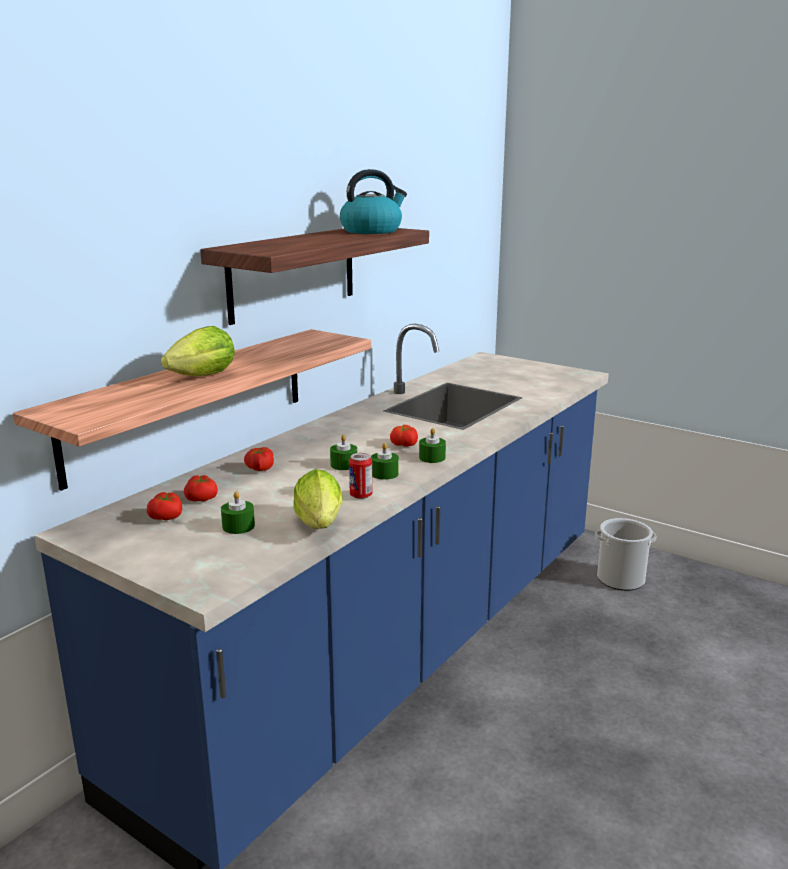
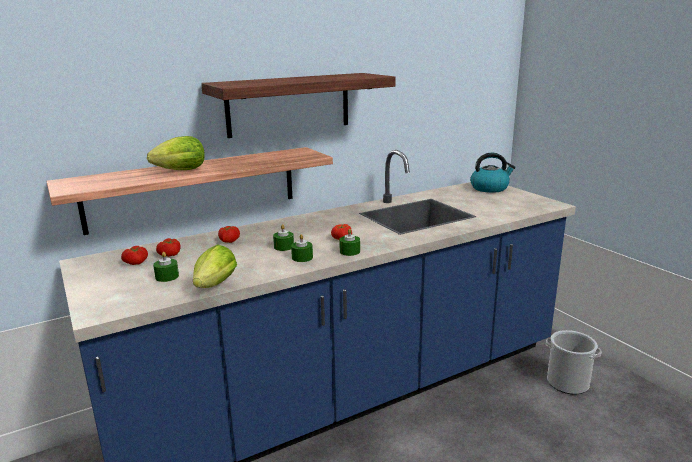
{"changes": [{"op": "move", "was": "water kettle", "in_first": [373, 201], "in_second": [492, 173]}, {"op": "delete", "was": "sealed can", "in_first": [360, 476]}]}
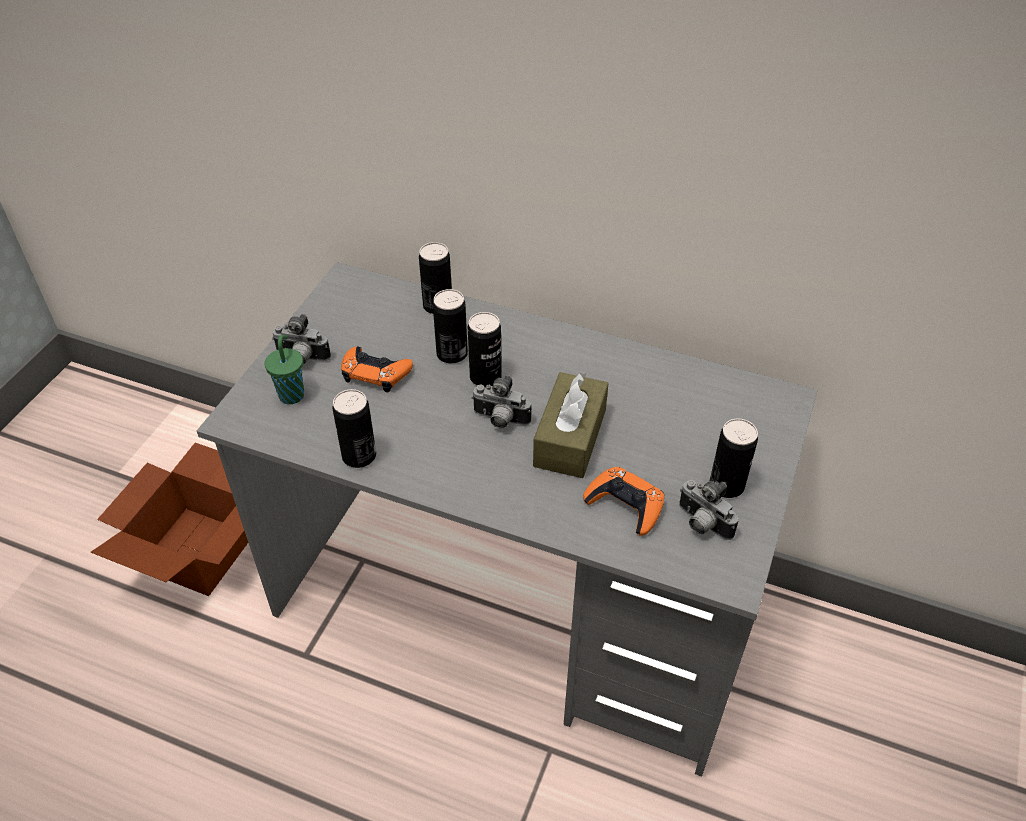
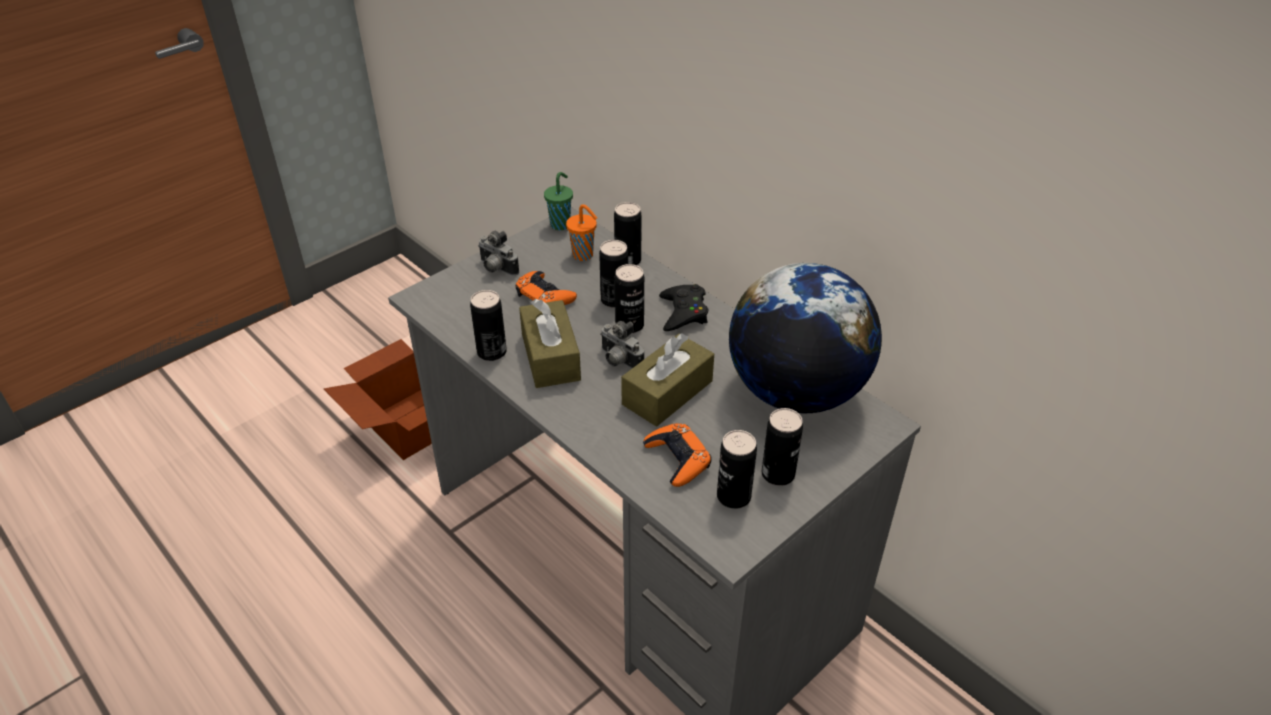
{"changes": [{"op": "move", "was": "cup (green)", "in_first": [284, 369], "in_second": [558, 201]}, {"op": "replace", "was": "photo camera", "now": "sealed can", "in_first": [709, 510], "in_second": [737, 469]}, {"op": "insert", "now": "cup (orange-coloured)", "in_second": [581, 232]}, {"op": "insert", "now": "world globe", "in_second": [805, 338]}, {"op": "insert", "now": "game controller (blackish)", "in_second": [683, 307]}, {"op": "insert", "now": "box of tissues (brown)", "in_second": [550, 343]}]}
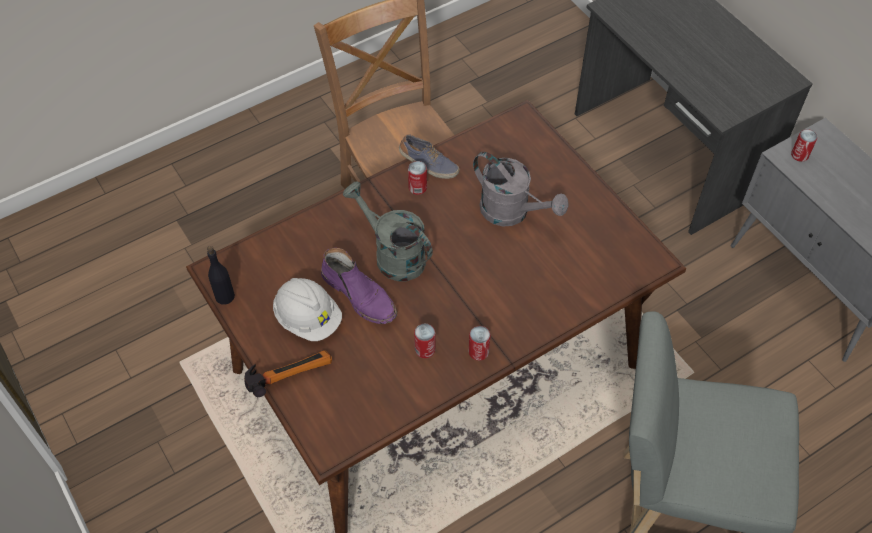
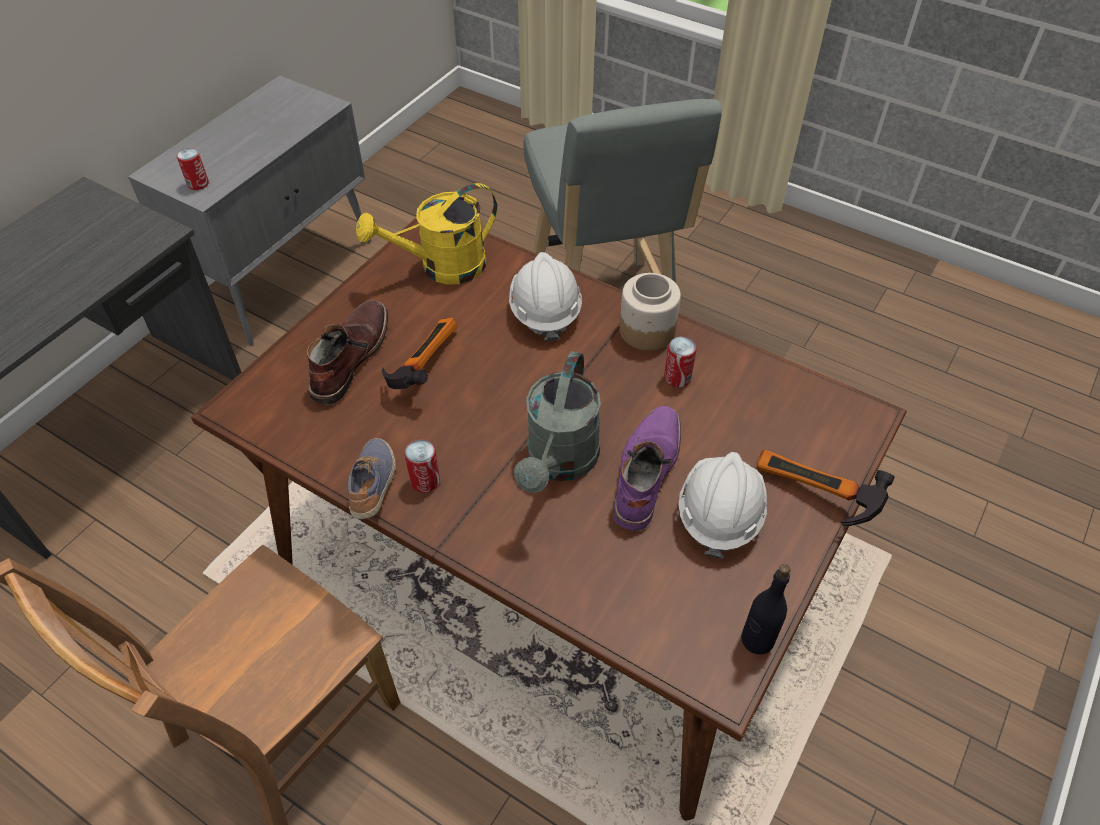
{"changes": [{"op": "replace", "was": "watering can (grey)", "now": "tool hammer", "in_first": [521, 189], "in_second": [419, 353]}, {"op": "replace", "was": "sealed can", "now": "storage jar", "in_first": [480, 343], "in_second": [650, 312]}, {"op": "insert", "now": "watering can (yellow)", "in_second": [426, 234]}, {"op": "insert", "now": "hard hat (white-coloured)", "in_second": [545, 297]}, {"op": "insert", "now": "tall boot (brown)", "in_second": [347, 352]}]}
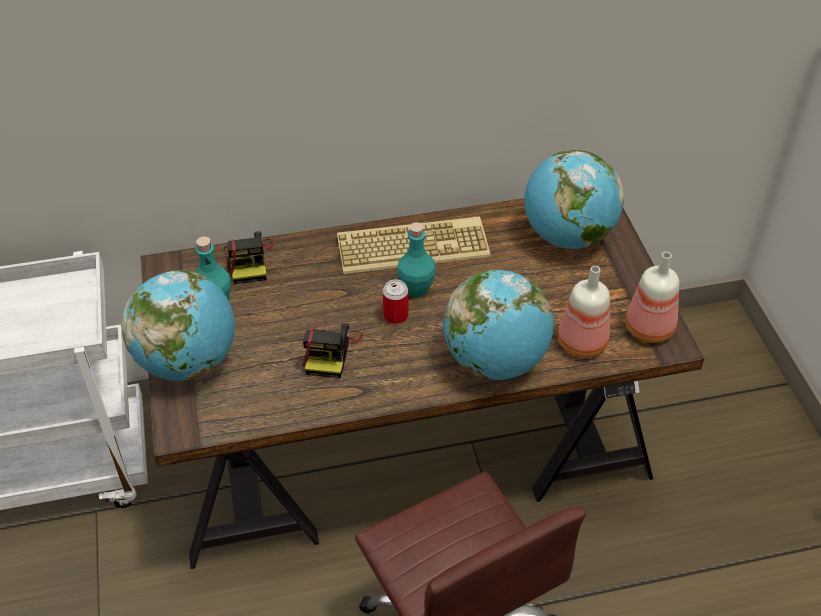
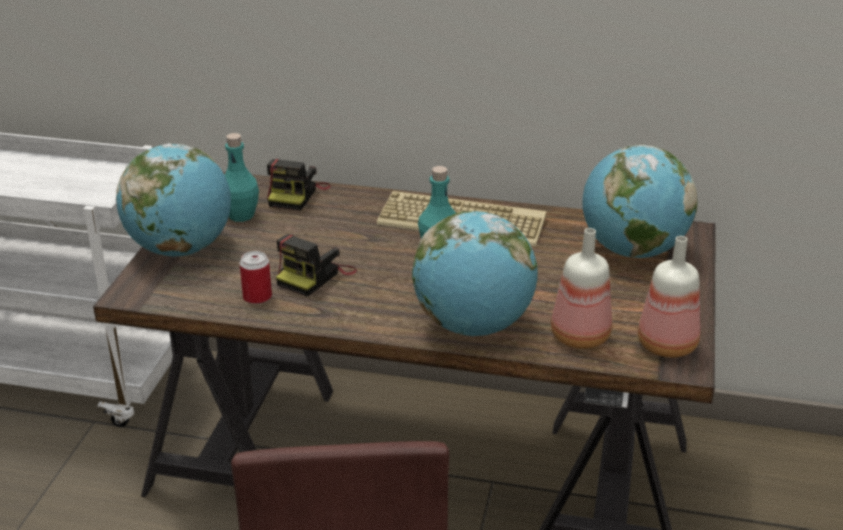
{"changes": [{"op": "move", "was": "sealed can", "in_first": [395, 302], "in_second": [256, 277]}]}
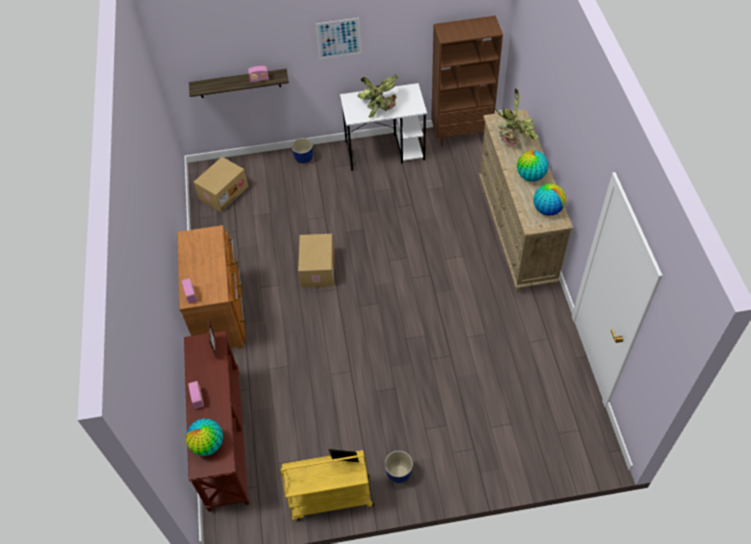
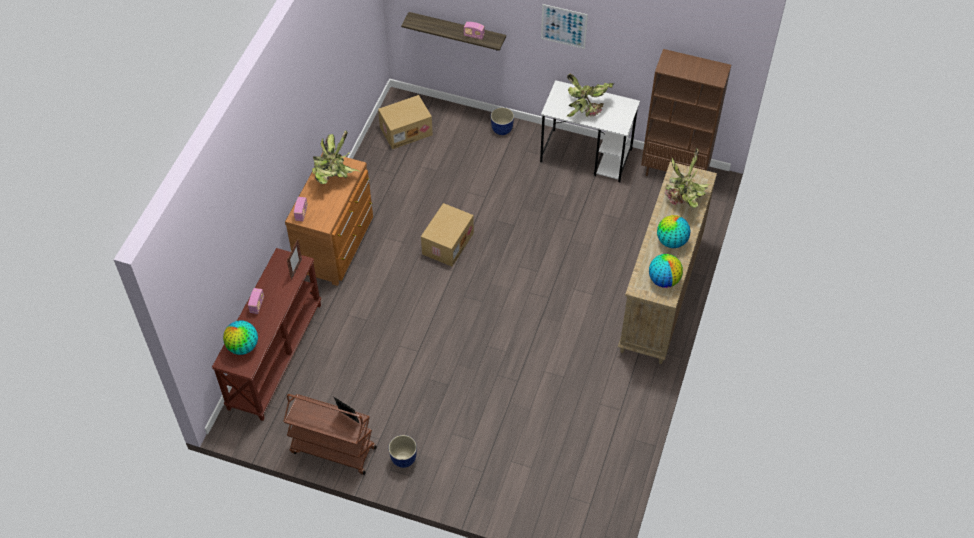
{"changes": [{"op": "recolor", "was": "trolley (yellow)", "now": "trolley (brown)", "in_first": [327, 485], "in_second": [330, 434]}, {"op": "insert", "now": "houseplant", "in_second": [336, 157]}]}
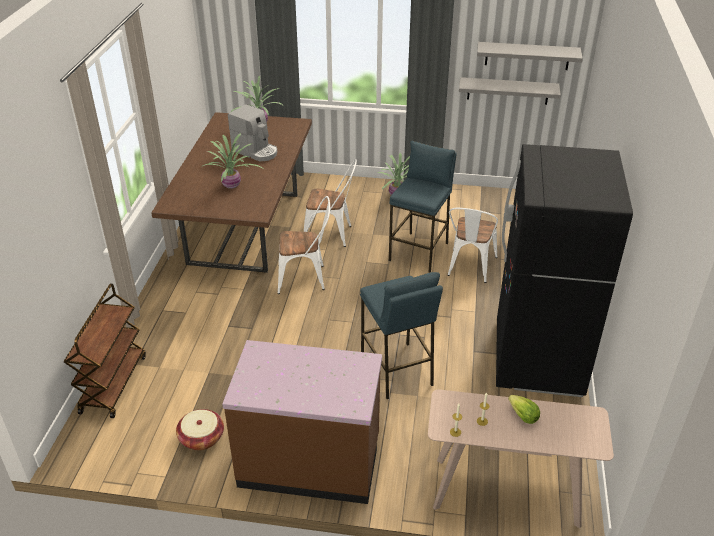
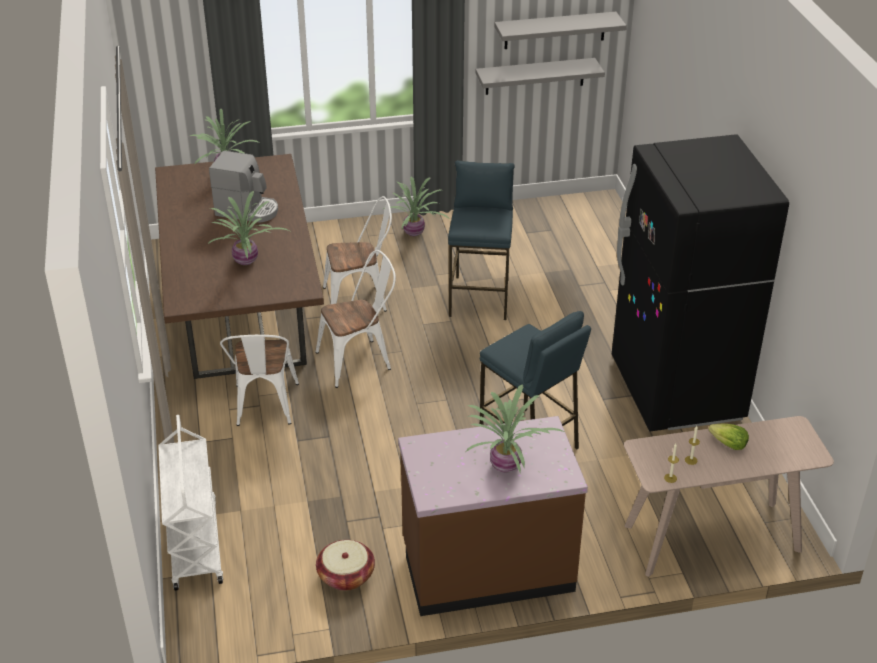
{"changes": [{"op": "move", "was": "chair (white-coloured)", "in_first": [473, 245], "in_second": [259, 380]}, {"op": "recolor", "was": "trolley (brown)", "now": "trolley (white-coloured)", "in_first": [105, 351], "in_second": [190, 503]}, {"op": "insert", "now": "houseplant", "in_second": [515, 429]}]}
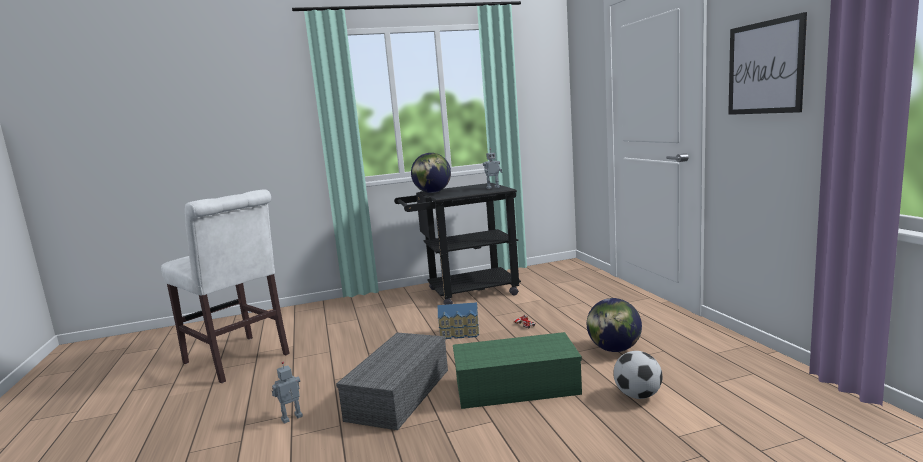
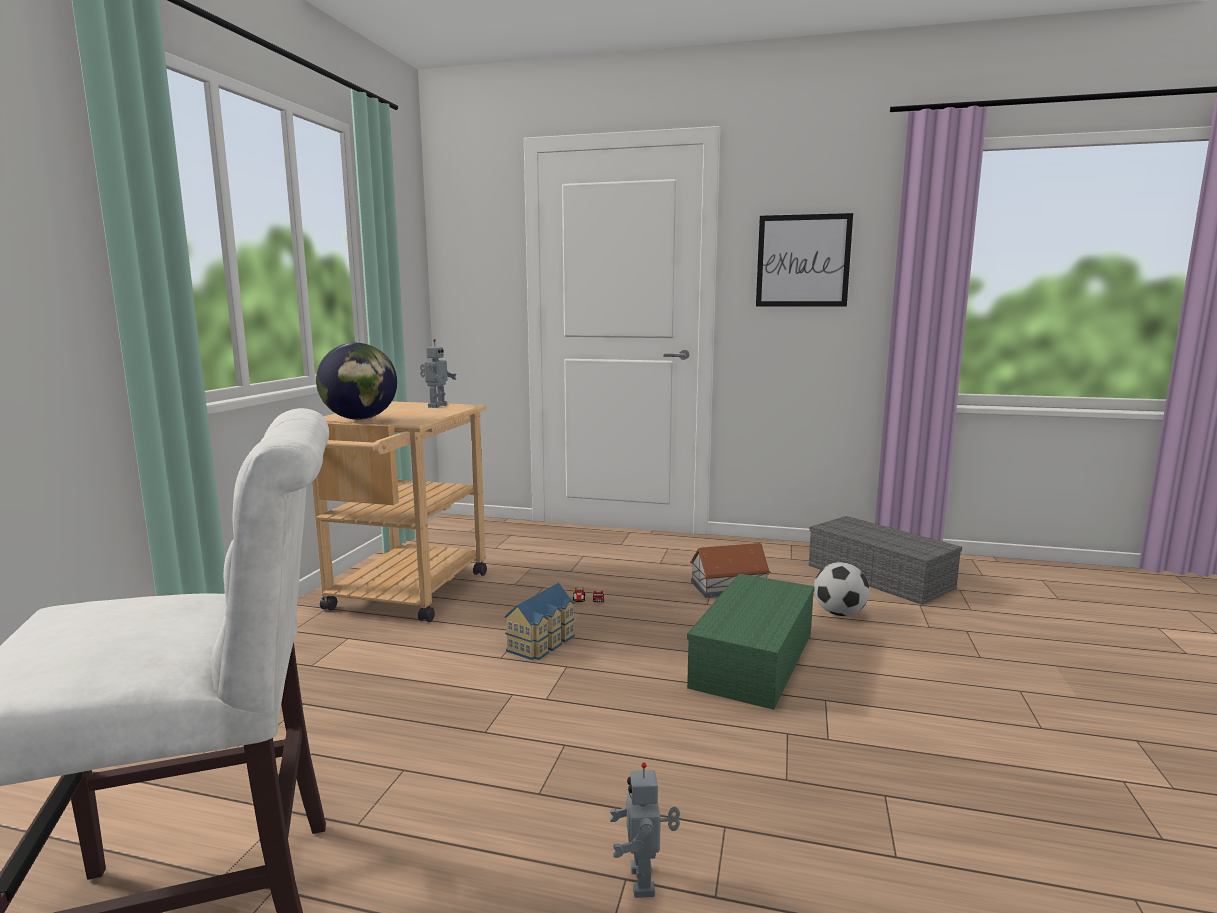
{"changes": [{"op": "recolor", "was": "trolley (blackish)", "now": "trolley (sand-coloured)", "in_first": [457, 244], "in_second": [399, 511]}, {"op": "replace", "was": "world globe", "now": "model house", "in_first": [614, 325], "in_second": [730, 570]}, {"op": "move", "was": "storage container (grey)", "in_first": [392, 381], "in_second": [885, 560]}]}
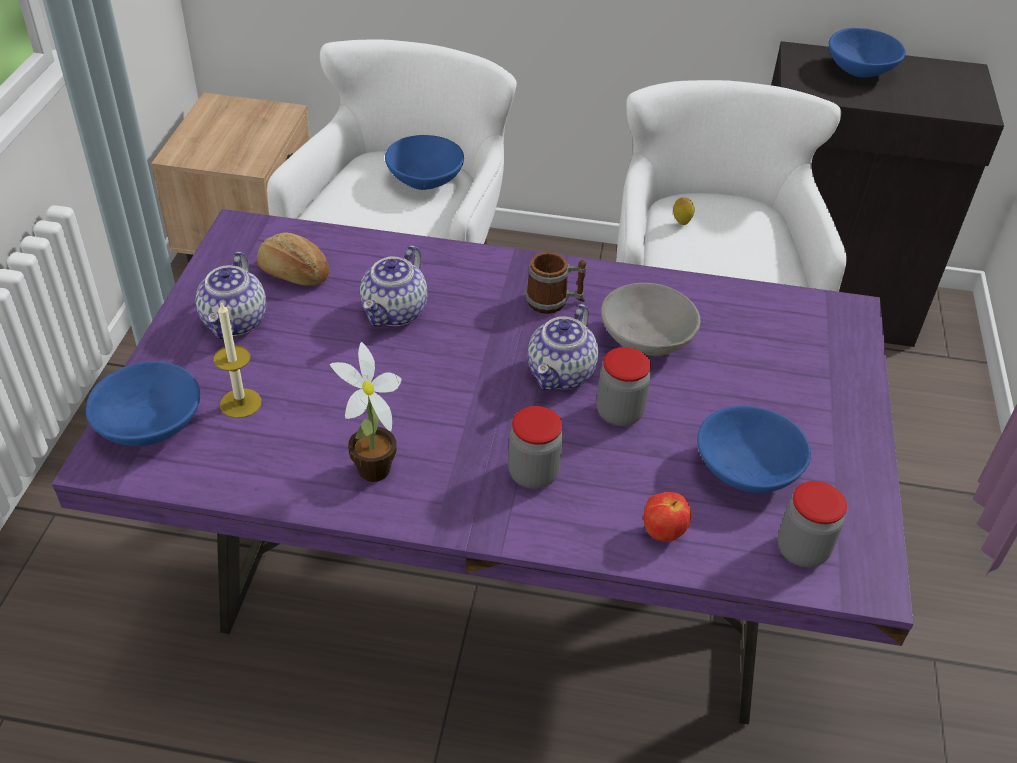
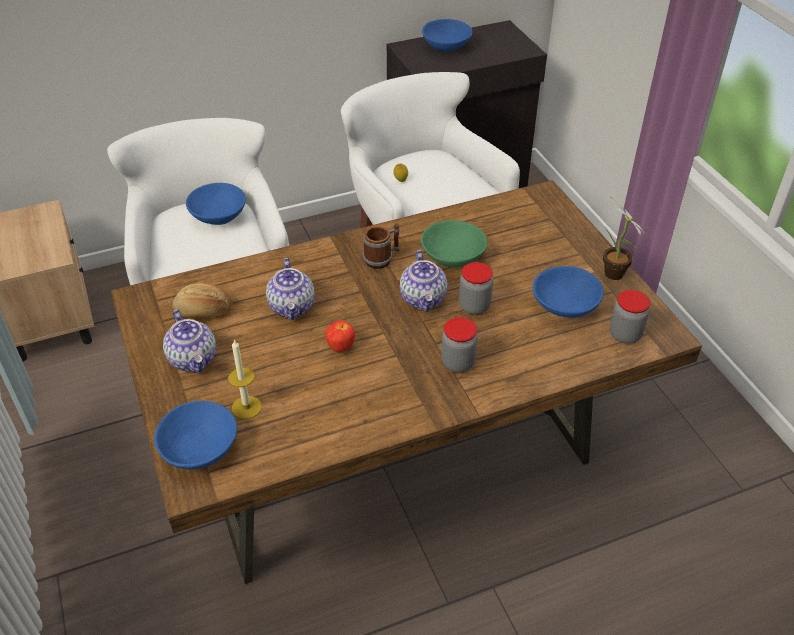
{"changes": [{"op": "recolor", "was": "dinner table (purple-coloured)", "now": "dinner table (brown)", "in_first": [483, 467], "in_second": [406, 382]}, {"op": "recolor", "was": "deep dish (grey)", "now": "deep dish (green)", "in_first": [650, 319], "in_second": [454, 244]}, {"op": "move", "was": "houseplant", "in_first": [365, 412], "in_second": [625, 239]}, {"op": "move", "was": "apple fruit", "in_first": [667, 517], "in_second": [340, 336]}]}
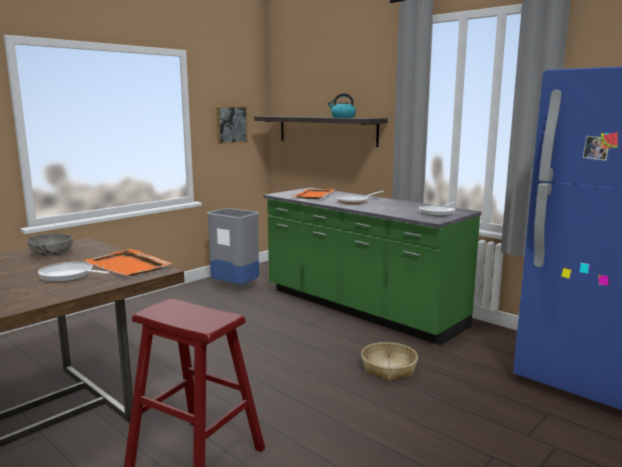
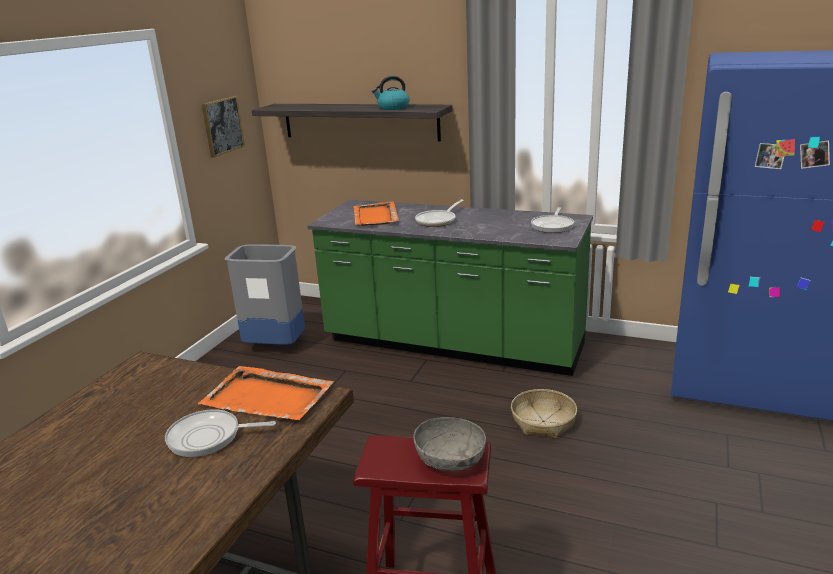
{"changes": [{"op": "move", "was": "deep dish (grey)", "in_first": [50, 244], "in_second": [450, 444]}]}
